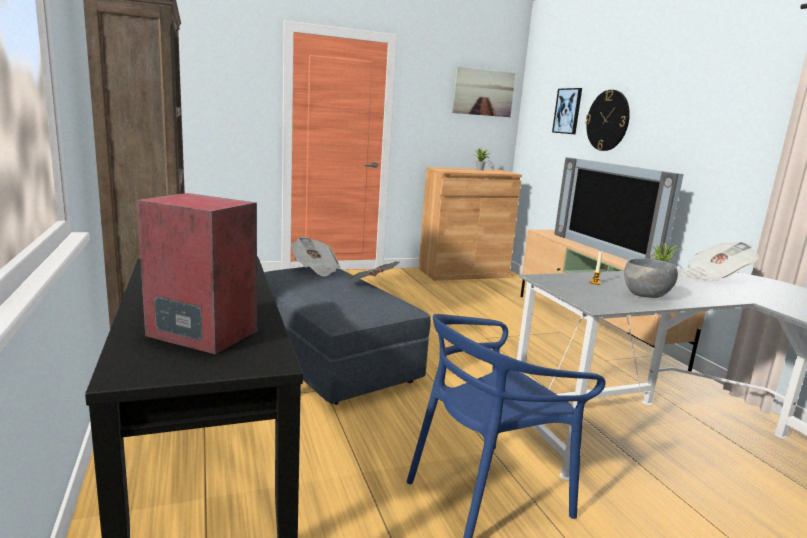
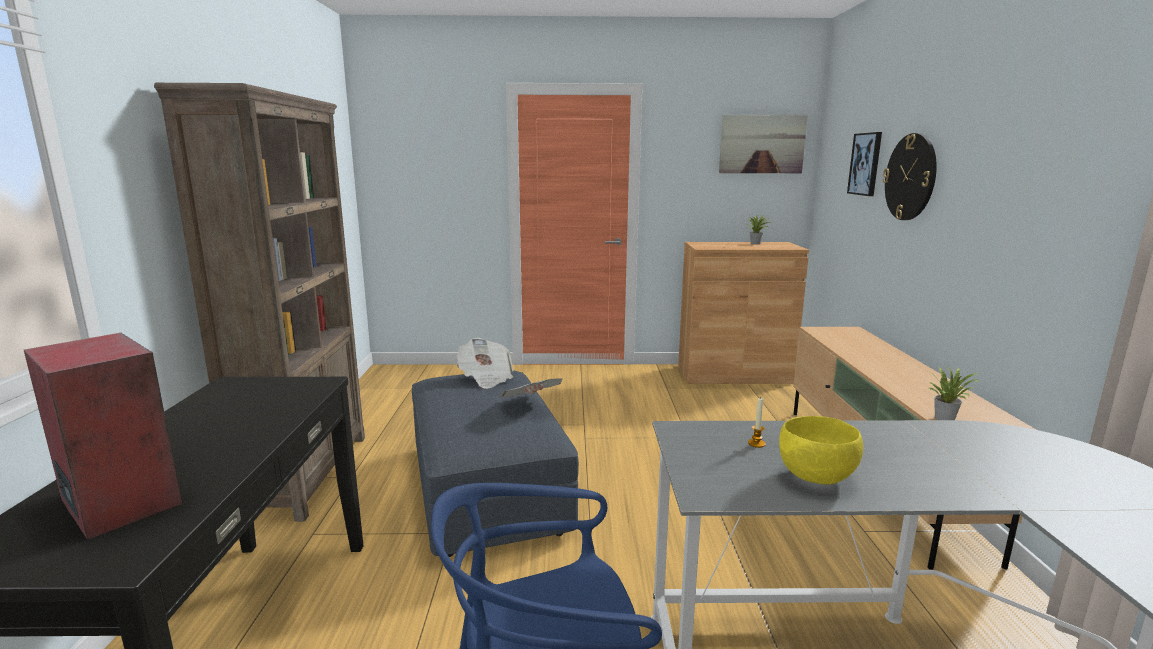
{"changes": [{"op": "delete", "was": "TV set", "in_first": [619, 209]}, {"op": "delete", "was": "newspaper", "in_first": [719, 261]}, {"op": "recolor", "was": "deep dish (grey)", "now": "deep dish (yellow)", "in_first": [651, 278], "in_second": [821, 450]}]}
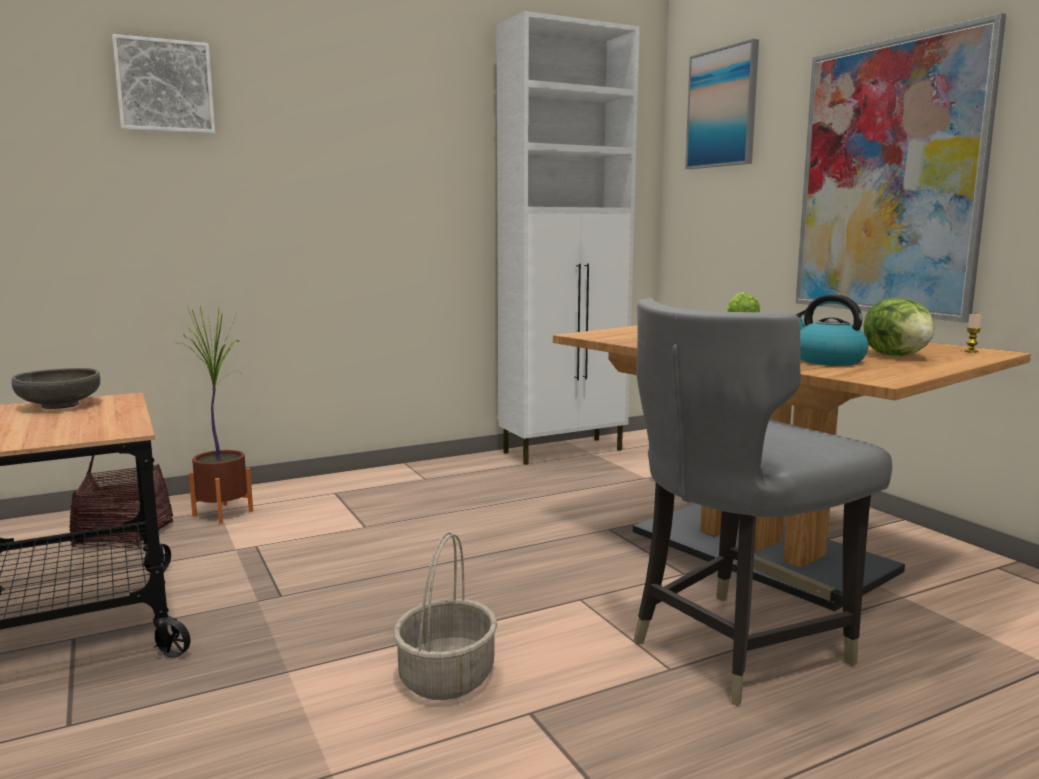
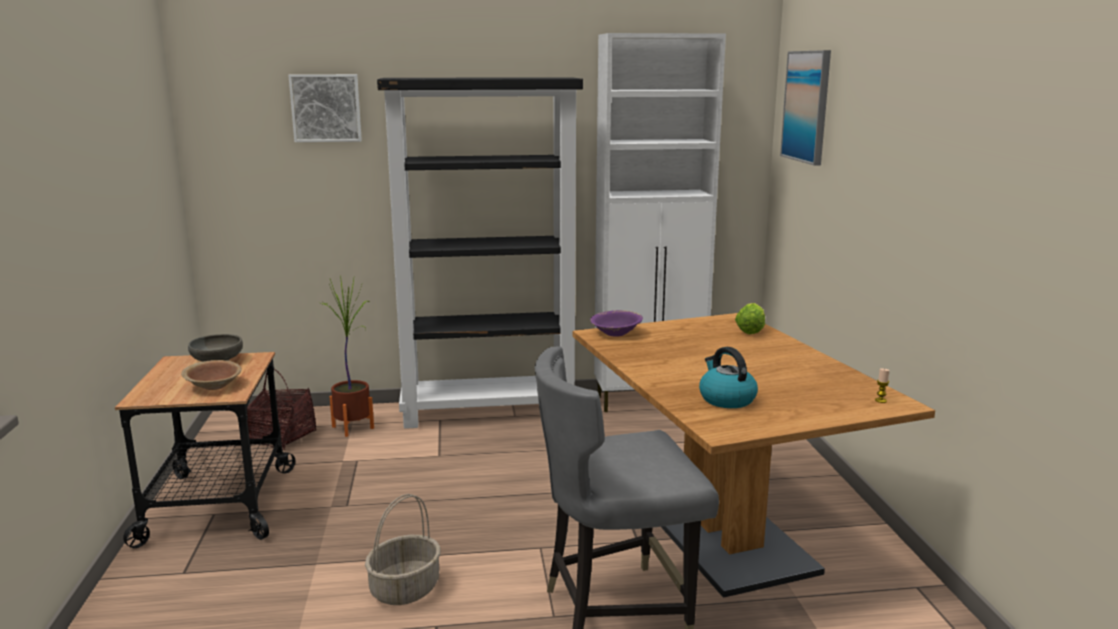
{"changes": [{"op": "delete", "was": "picture", "in_first": [901, 168]}, {"op": "delete", "was": "lettuce head", "in_first": [898, 327]}, {"op": "insert", "now": "bookcase (blackish)", "in_second": [480, 253]}, {"op": "insert", "now": "deep dish (purple-coloured)", "in_second": [616, 323]}, {"op": "insert", "now": "deep dish (brown)", "in_second": [211, 375]}]}
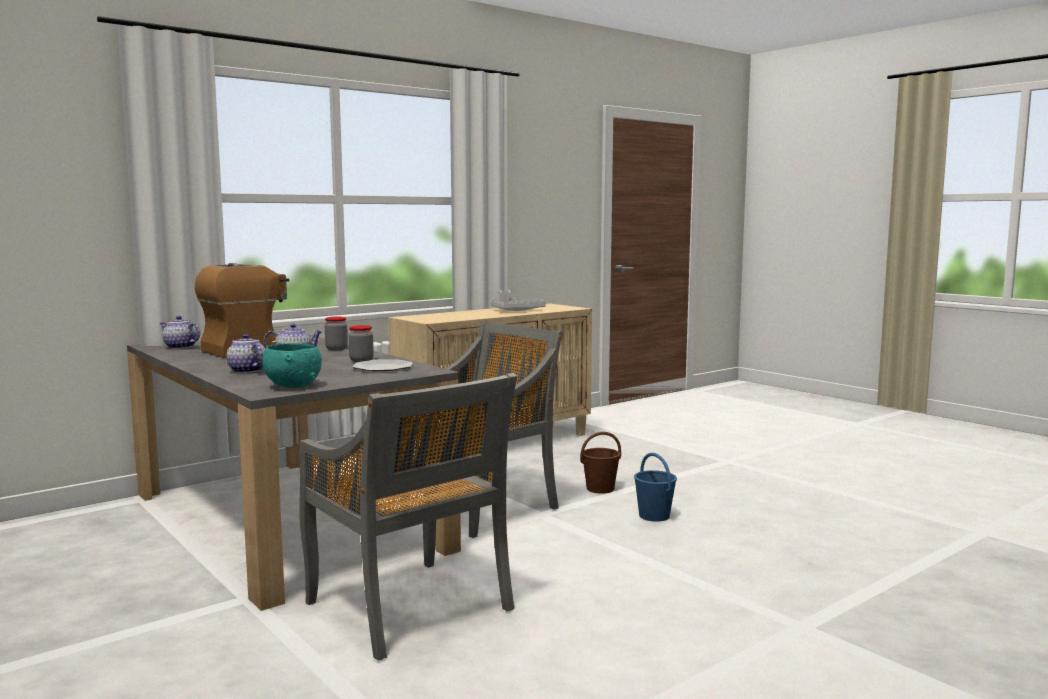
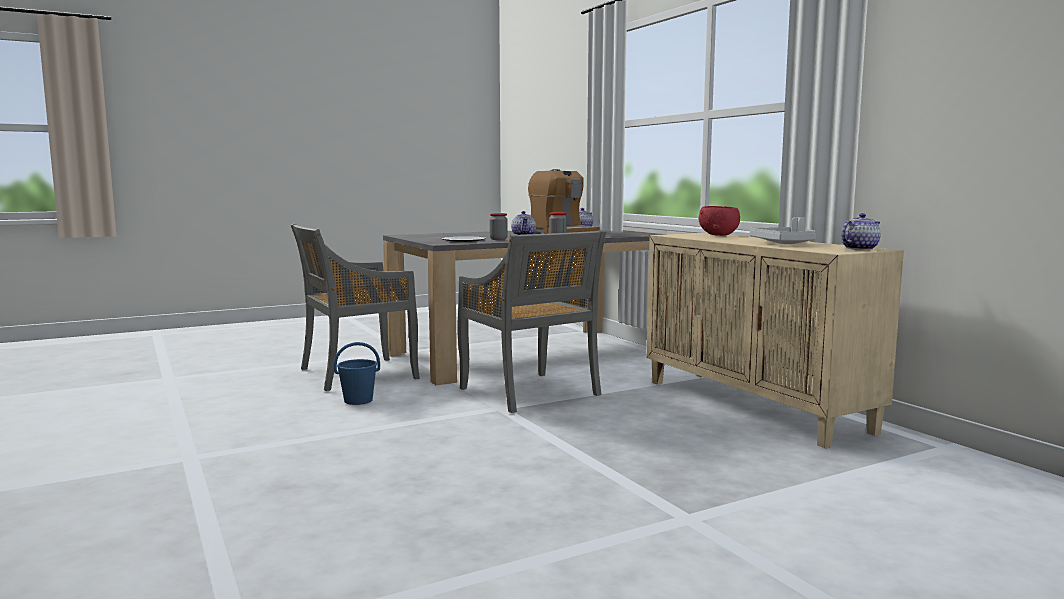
{"changes": [{"op": "move", "was": "pot for tea", "in_first": [246, 353], "in_second": [861, 231]}, {"op": "delete", "was": "deep dish (turquoise)", "in_first": [292, 365]}, {"op": "delete", "was": "pail (brown)", "in_first": [600, 463]}, {"op": "move", "was": "pail (bluish)", "in_first": [655, 487], "in_second": [357, 373]}, {"op": "insert", "now": "deep dish (red)", "in_second": [719, 221]}]}
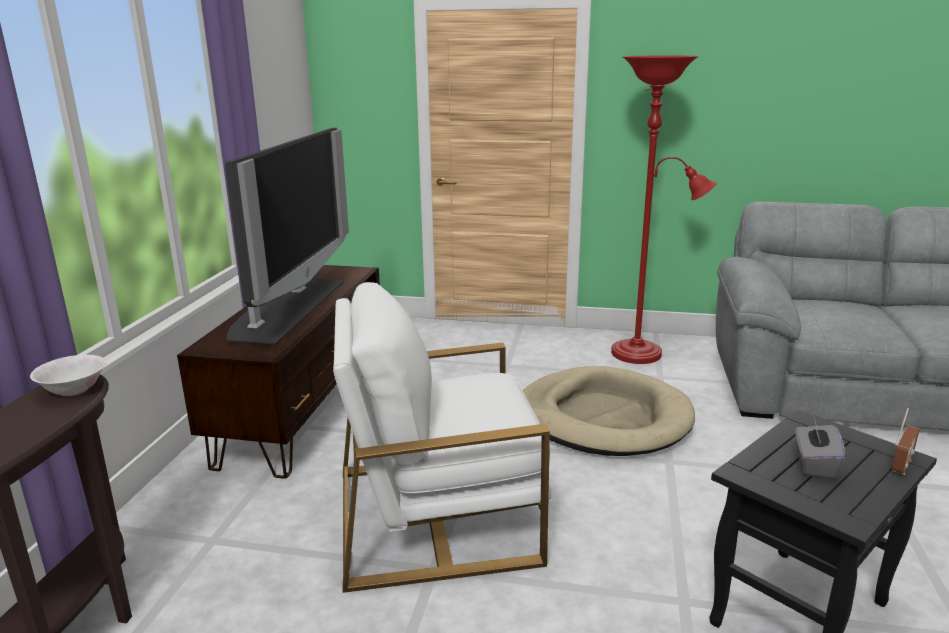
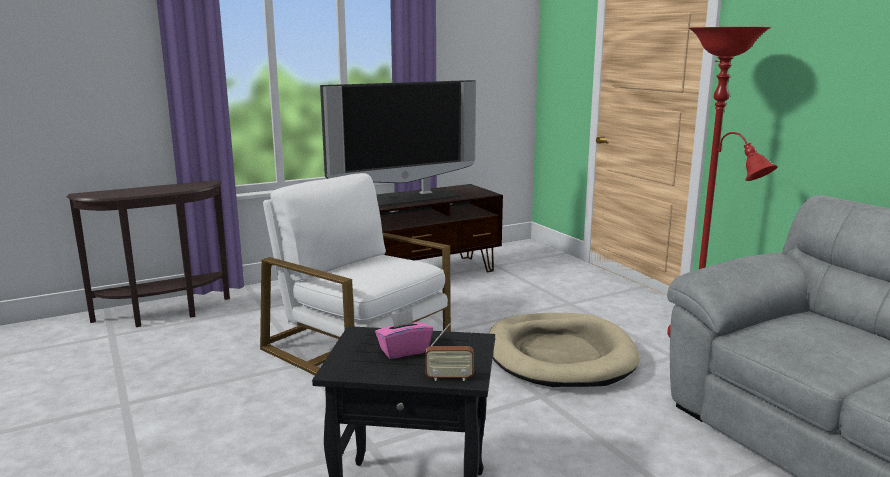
{"changes": [{"op": "delete", "was": "deep dish (white-coloured)", "in_first": [68, 375]}, {"op": "recolor", "was": "box of tissues (grey)", "now": "box of tissues (pinkish)", "in_first": [820, 450], "in_second": [404, 335]}]}
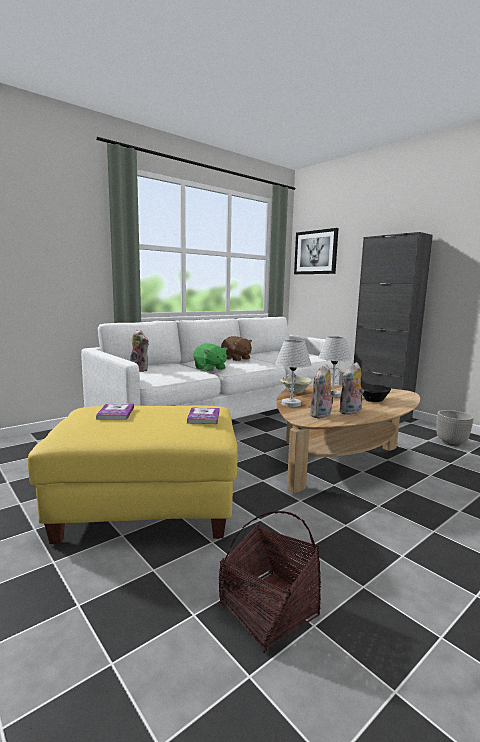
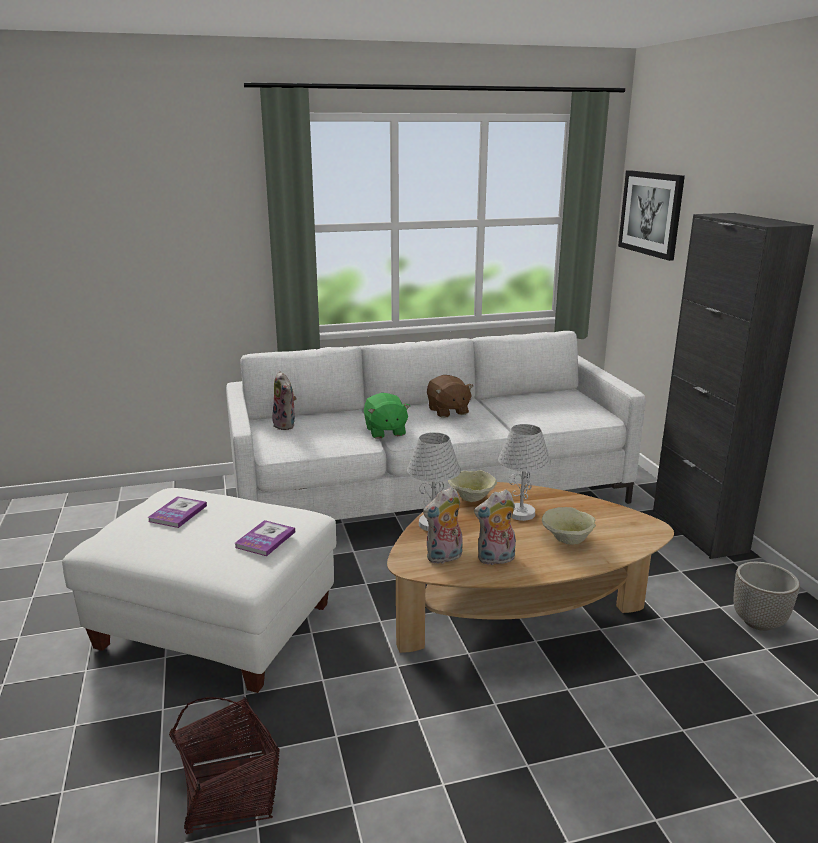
{"changes": [{"op": "recolor", "was": "deep dish (blackish)", "now": "deep dish (sand-coloured)", "in_first": [376, 392], "in_second": [569, 526]}, {"op": "recolor", "was": "footrest (yellow)", "now": "footrest (white-coloured)", "in_first": [133, 475], "in_second": [199, 590]}]}
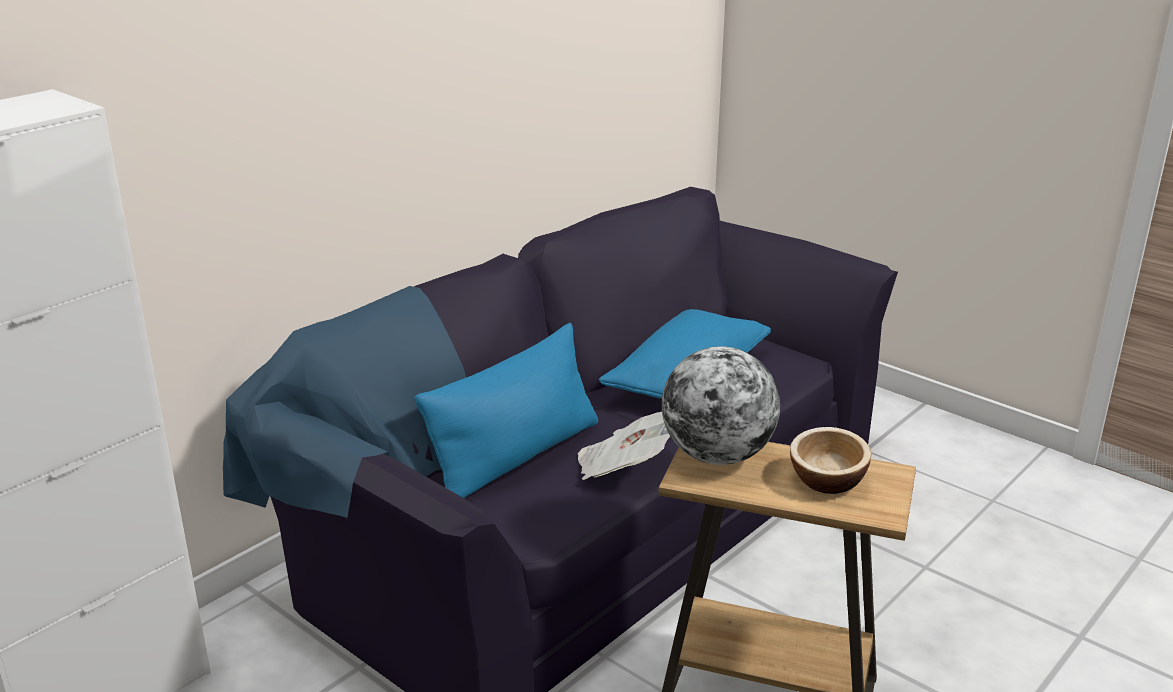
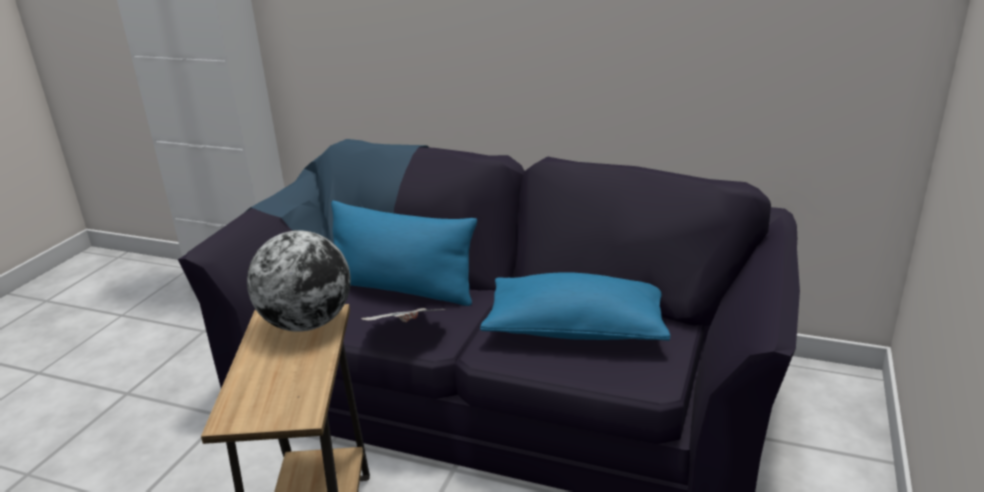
{"changes": [{"op": "delete", "was": "deep dish", "in_first": [830, 460]}]}
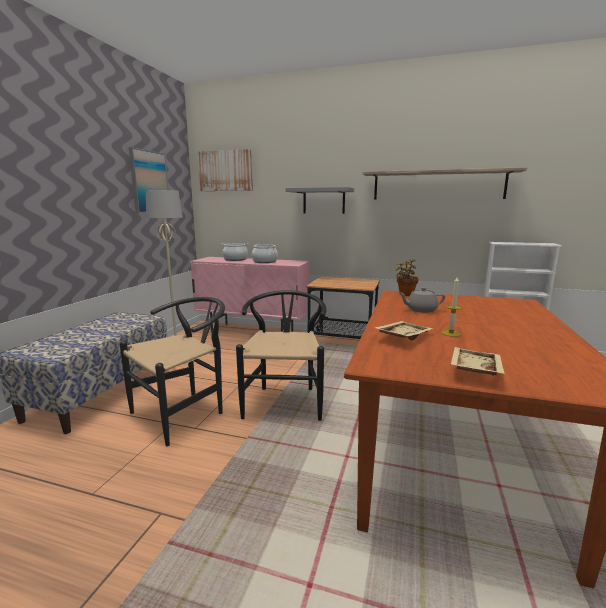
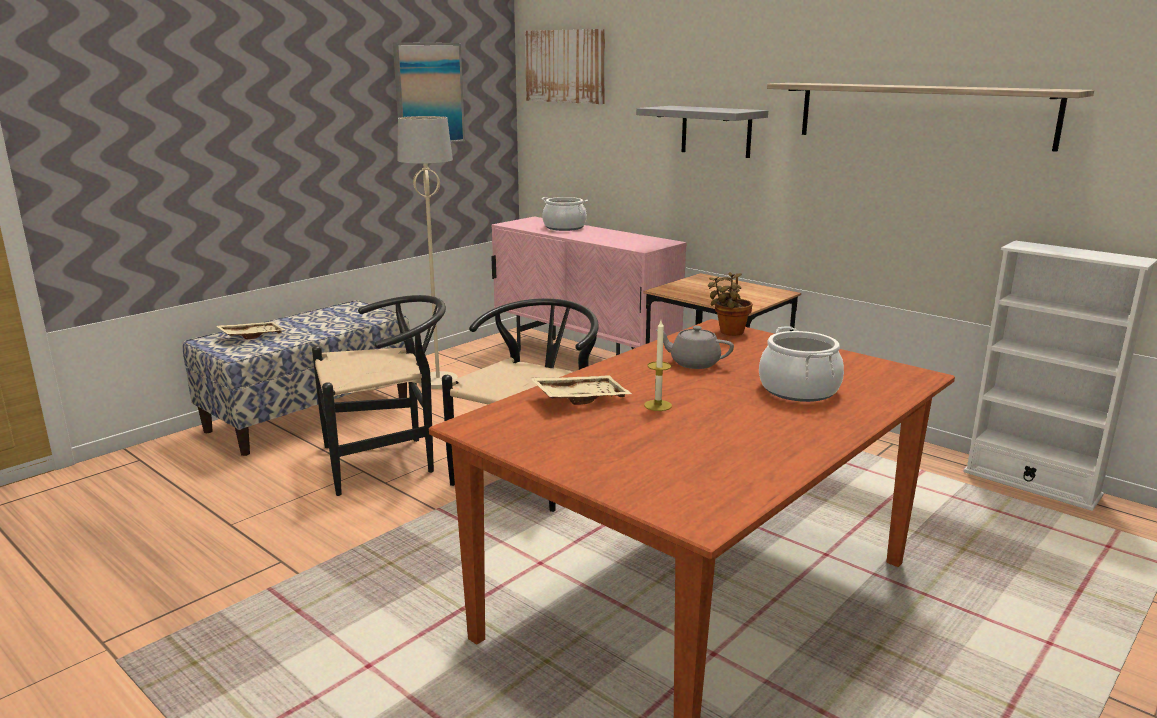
{"changes": [{"op": "move", "was": "stockpot", "in_first": [265, 253], "in_second": [801, 364]}, {"op": "move", "was": "carrying tray (sand-coloured)", "in_first": [477, 361], "in_second": [250, 330]}]}
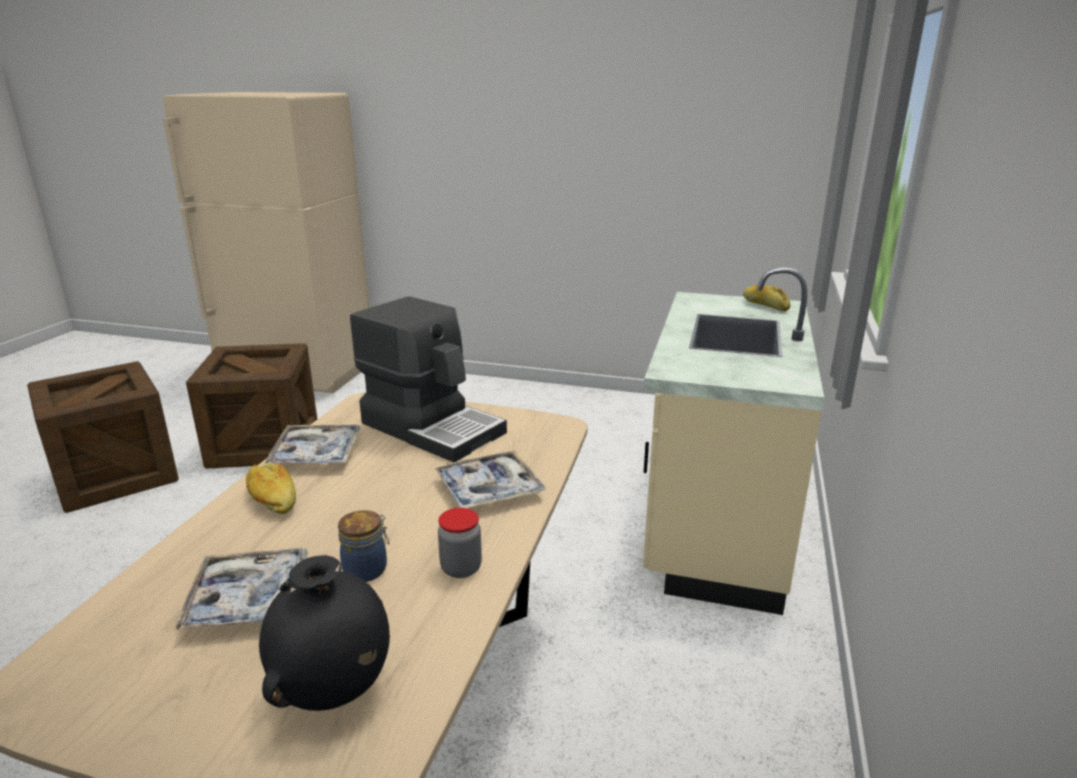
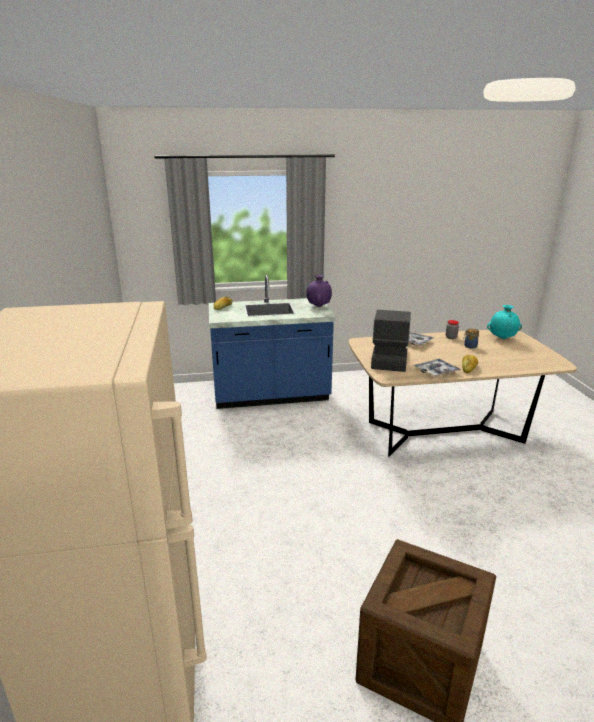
{"changes": [{"op": "recolor", "was": "counter (sand-coloured)", "now": "counter (bluish)", "in_first": [733, 441], "in_second": [272, 342]}, {"op": "delete", "was": "crate", "in_first": [251, 406]}, {"op": "delete", "was": "carrying tray", "in_first": [241, 589]}, {"op": "recolor", "was": "vase (blackish)", "now": "vase (turquoise)", "in_first": [324, 633], "in_second": [504, 322]}, {"op": "insert", "now": "vase (purple-coloured)", "in_second": [319, 291]}]}
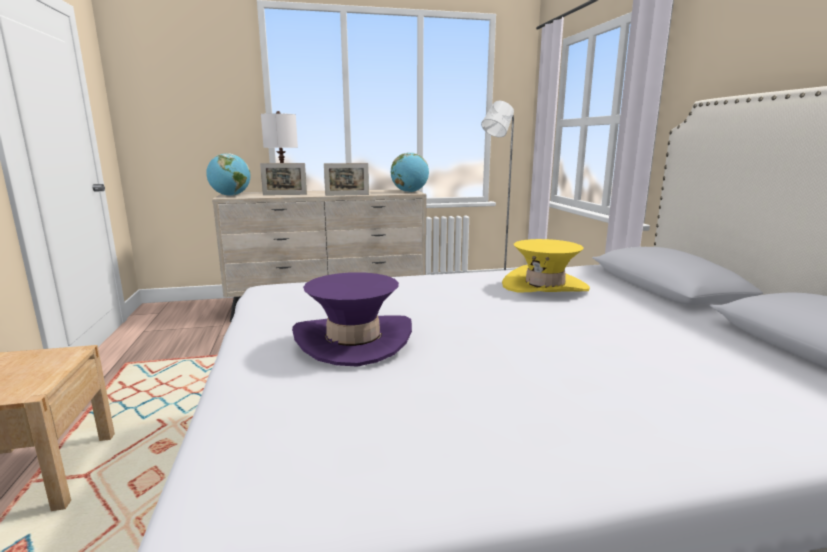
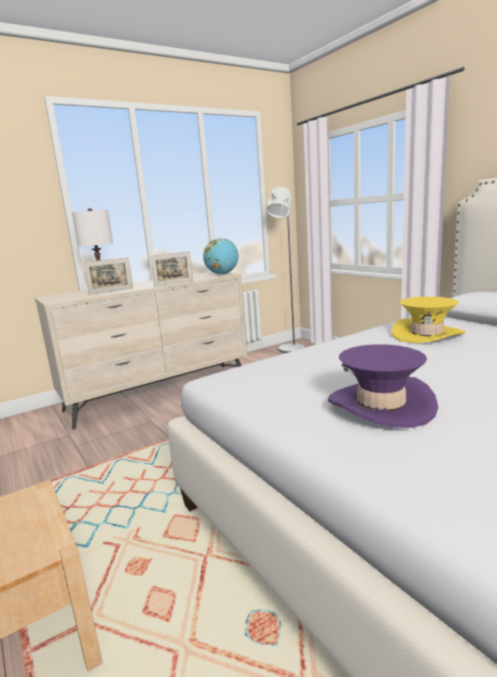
{"changes": [{"op": "delete", "was": "world globe", "in_first": [228, 174]}]}
